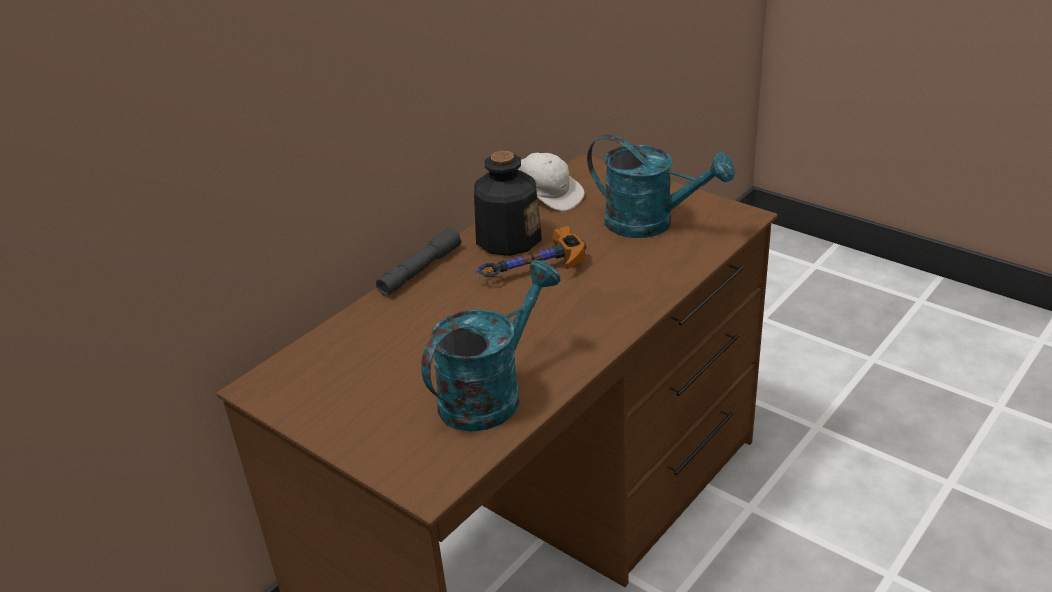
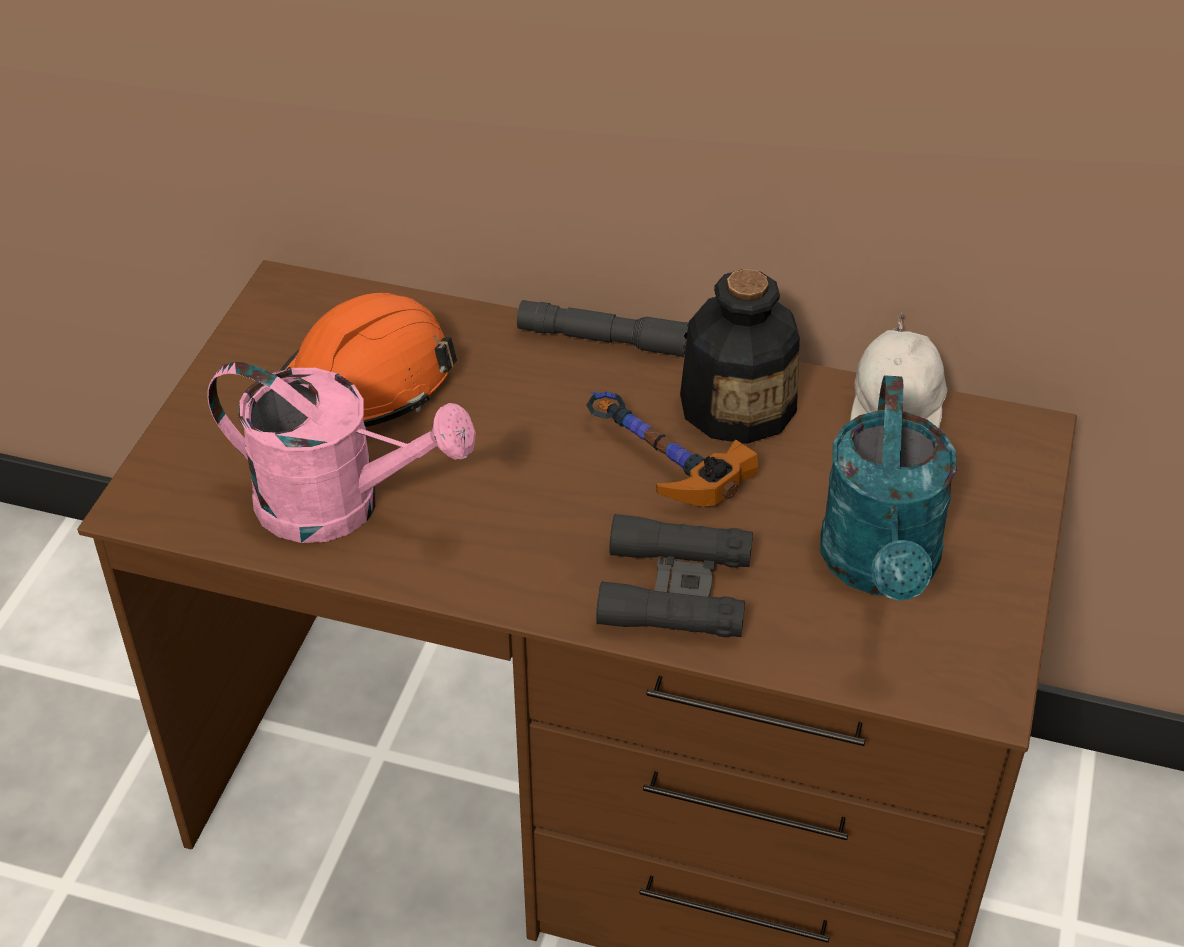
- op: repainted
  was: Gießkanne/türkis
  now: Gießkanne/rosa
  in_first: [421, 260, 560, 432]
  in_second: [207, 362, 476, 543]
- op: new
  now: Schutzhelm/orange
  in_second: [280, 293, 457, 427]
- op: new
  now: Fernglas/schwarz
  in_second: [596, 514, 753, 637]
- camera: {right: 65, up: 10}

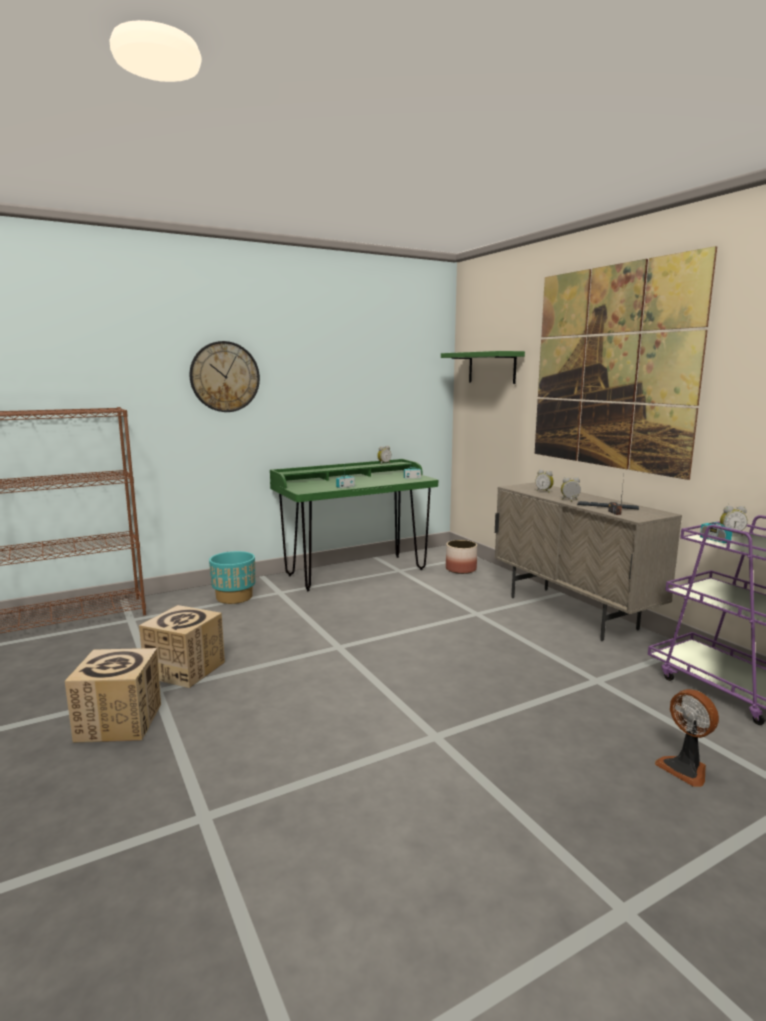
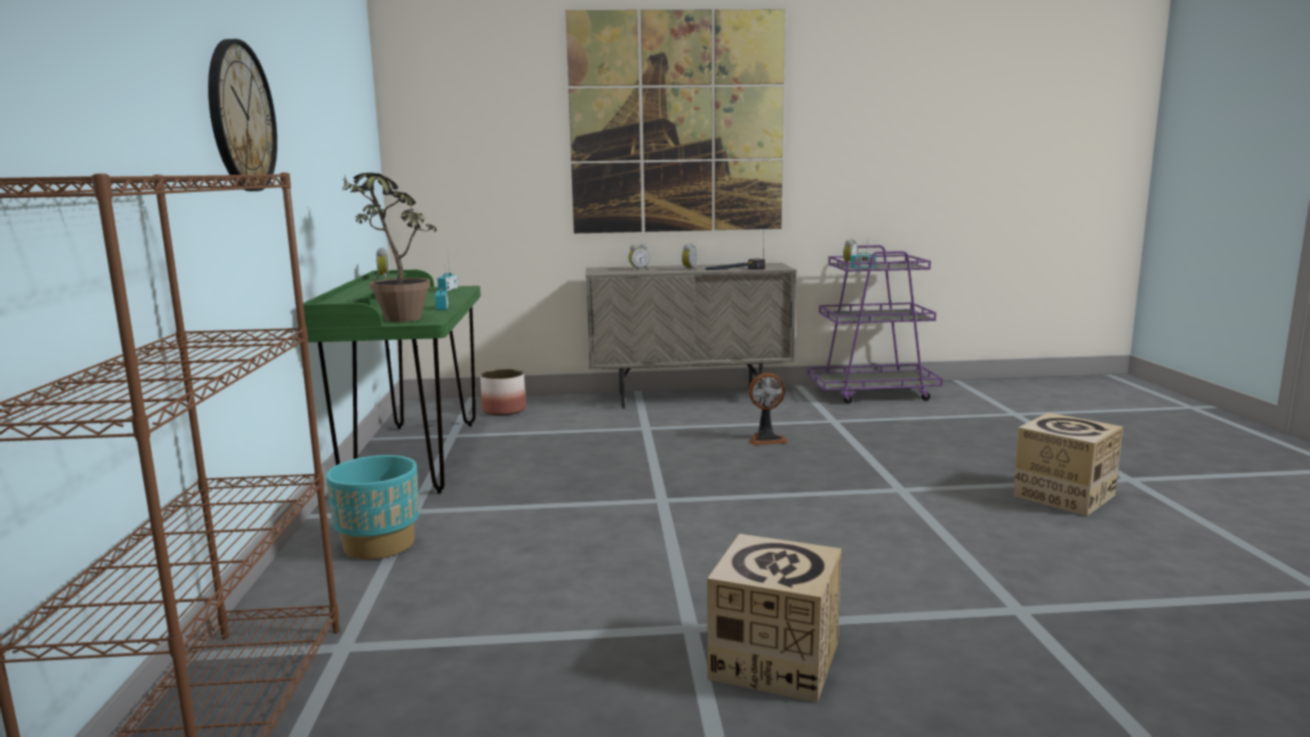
- op: shifted
  was: Karton
  in_first: [139, 605, 225, 688]
  in_second: [1014, 413, 1123, 516]
- op: gone
  was: Wandregal/grün
  in_first: [441, 351, 525, 384]
- op: shifted
  was: Ventilator
  in_first: [655, 689, 719, 787]
  in_second: [749, 373, 788, 445]
- op: new
  now: Topfpflanze
  in_second: [341, 173, 437, 322]
- camera: {right: -65, up: 0}

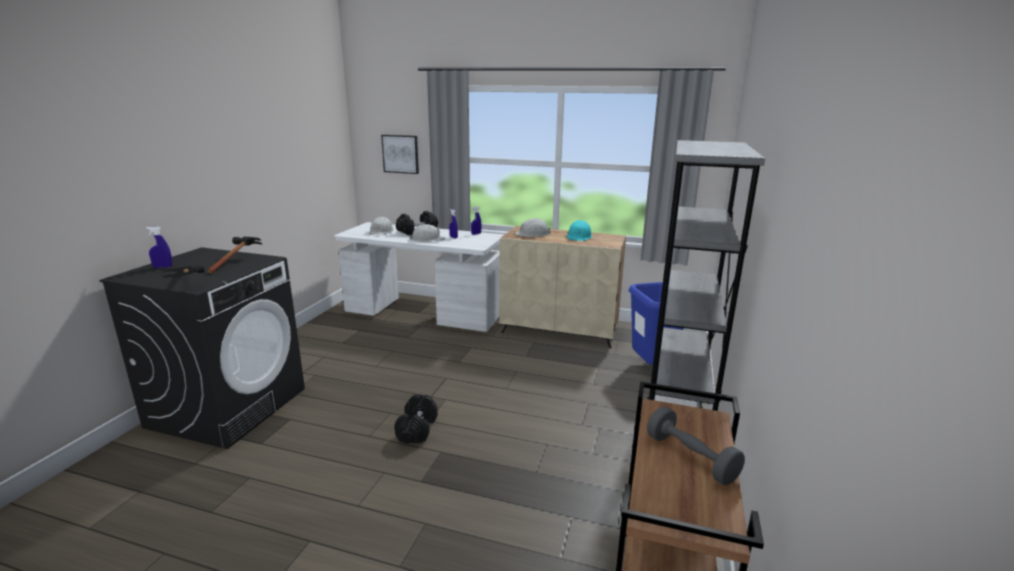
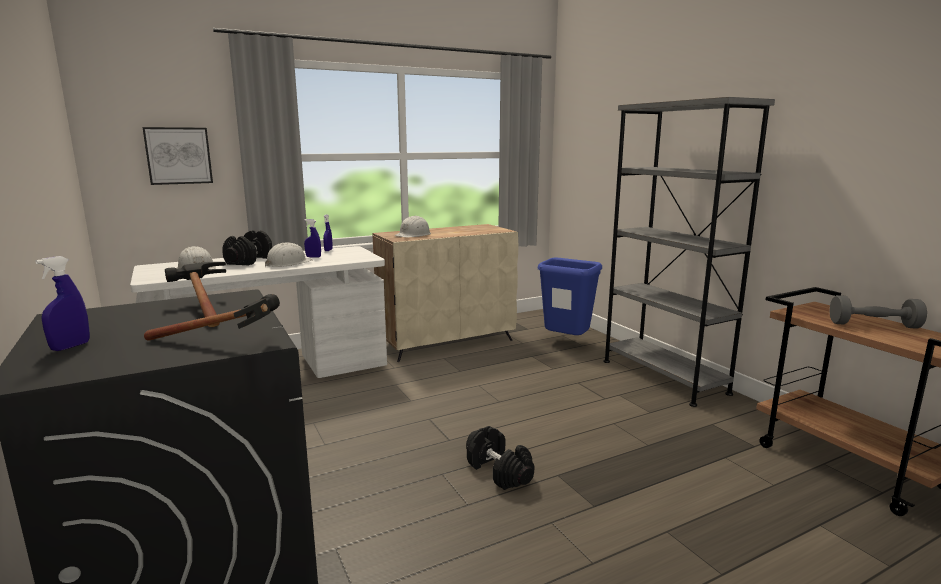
- op: gone
  was: Schutzhelm/türkis
  in_first: [567, 220, 592, 241]
- camera: {right: -45, up: -5}

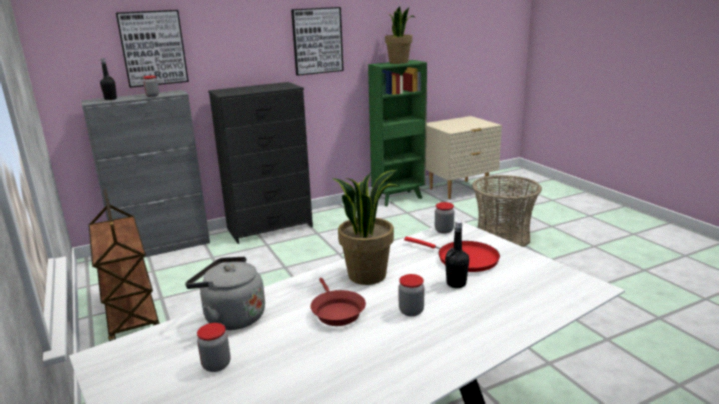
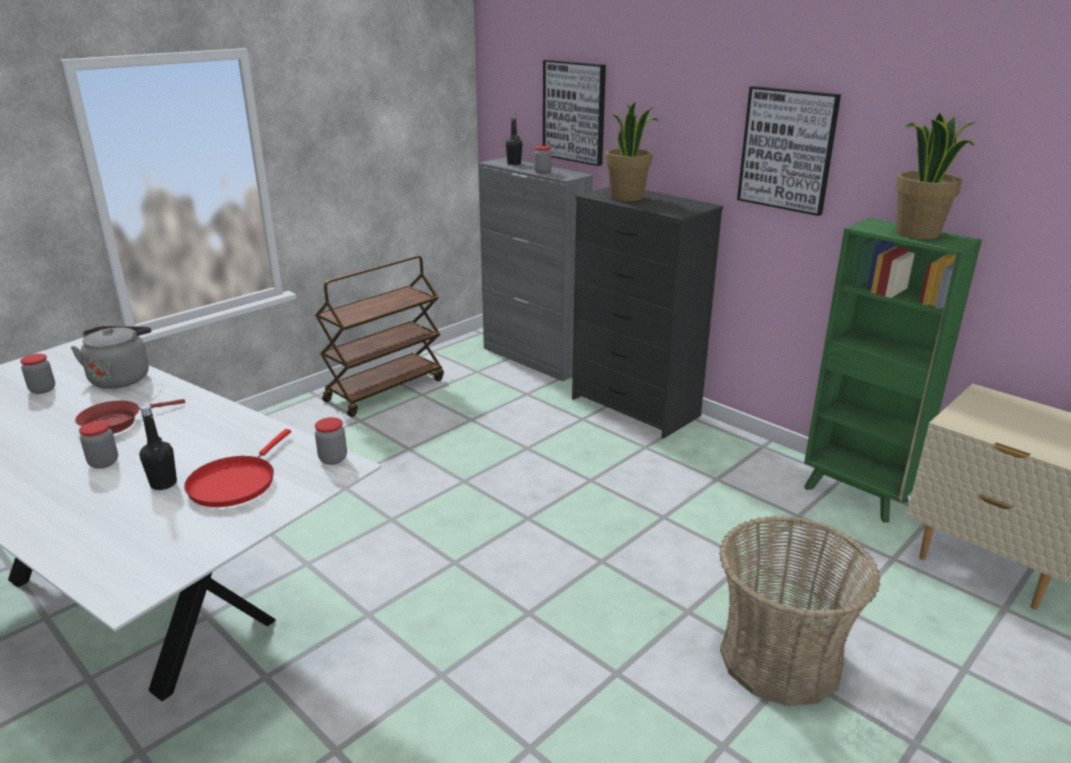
- op: shifted
  was: Topfpflanze
  in_first: [332, 170, 399, 285]
  in_second: [605, 102, 659, 202]
- camera: {right: 70, up: 5}

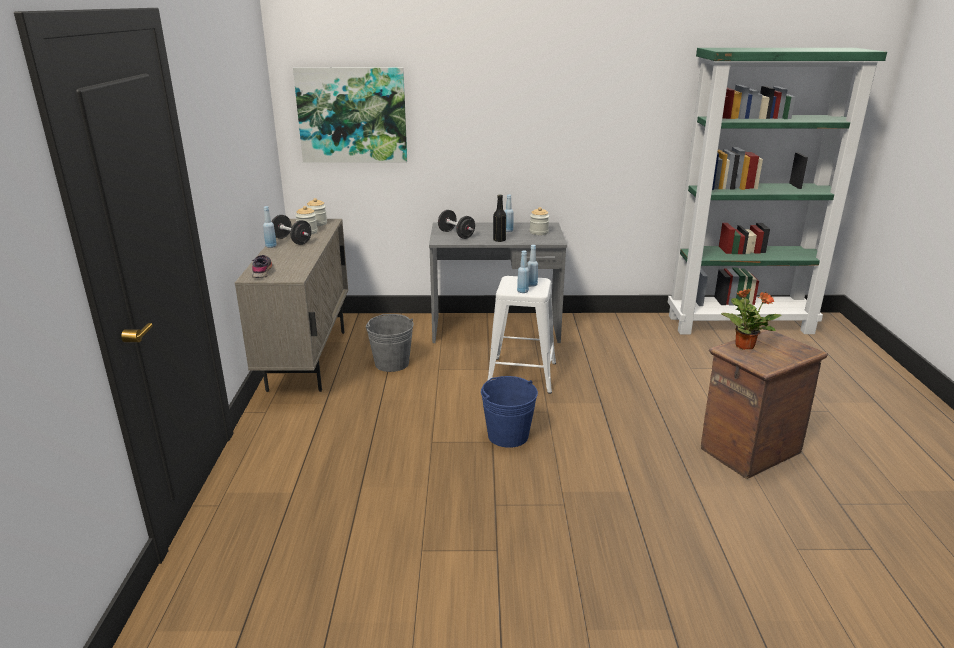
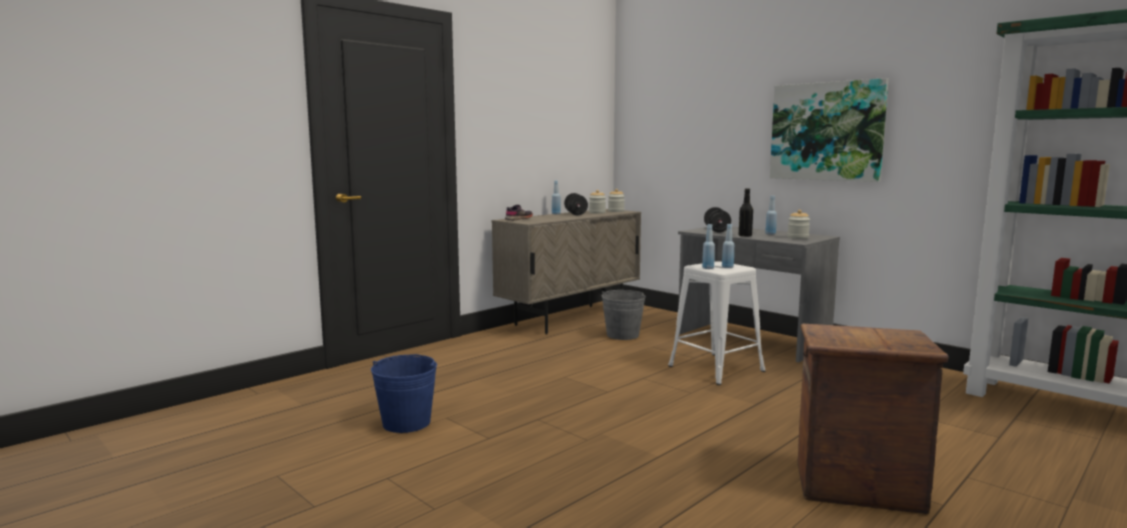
- op: shifted
  was: Bild
  in_first: [293, 67, 407, 163]
  in_second: [770, 78, 889, 182]
- op: shifted
  was: Eimer/blau
  in_first: [481, 376, 538, 448]
  in_second: [371, 354, 437, 433]
- op: gone
  was: Topfpflanze
  in_first: [721, 288, 781, 350]
- camera: {right: 45, up: -15}

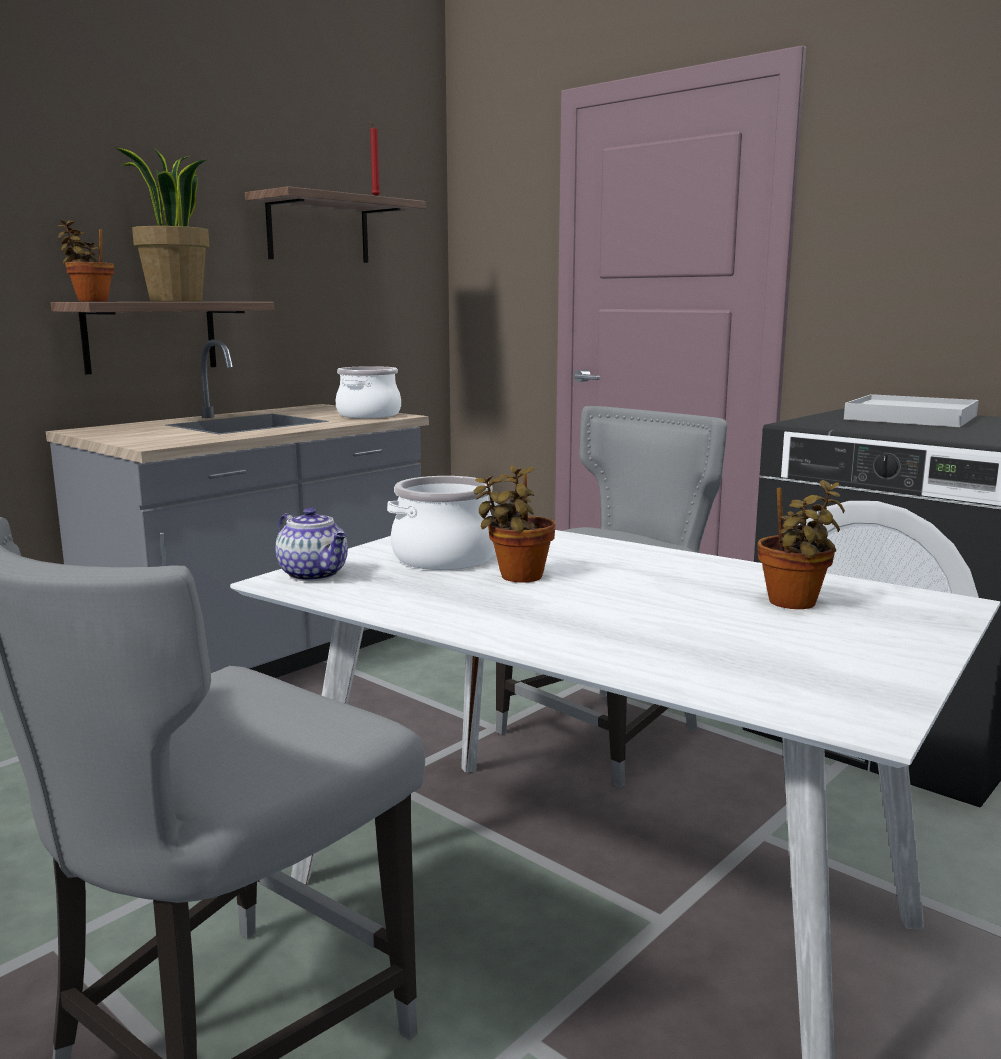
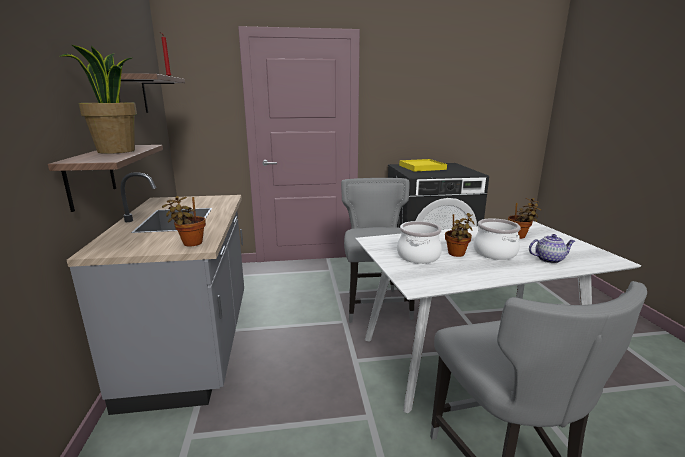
- op: shifted
  was: Topfpflanze
  in_first: [56, 220, 114, 301]
  in_second: [162, 196, 206, 247]
- op: shifted
  was: Teekanne
  in_first: [276, 507, 348, 581]
  in_second: [529, 234, 575, 263]
- op: shifted
  was: Kochtopf
  in_first: [335, 366, 401, 418]
  in_second: [473, 218, 521, 260]
- op: repainted
  was: Tablett/weiß
  now: Tablett/gelb
  in_first: [844, 394, 979, 427]
  in_second: [399, 159, 447, 172]
- camera: {right: -50, up: 5}

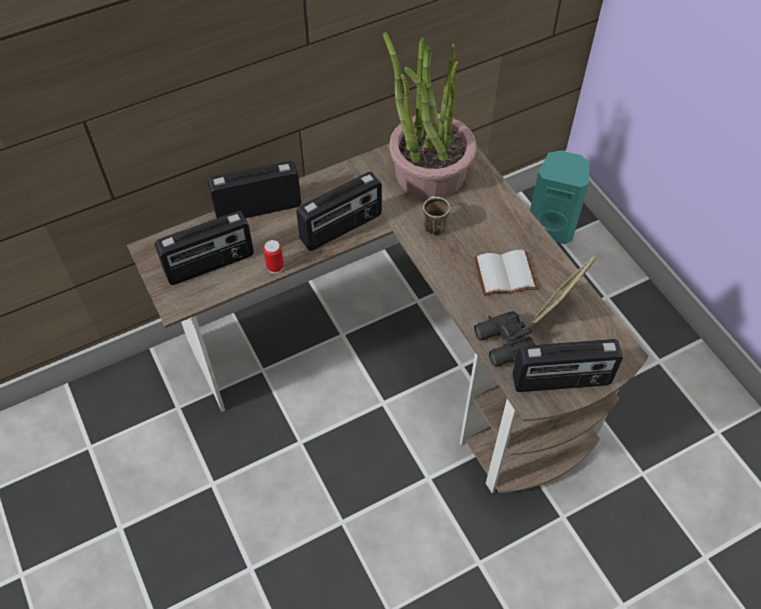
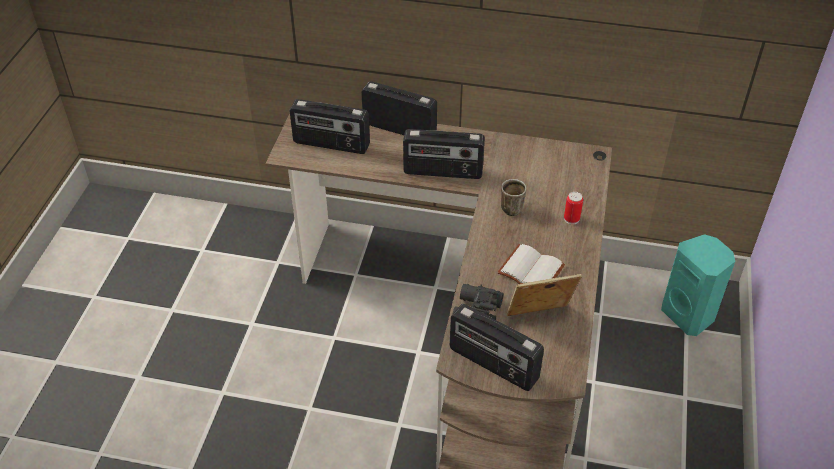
- op: shifted
  was: Dose
  in_first: [263, 240, 284, 274]
  in_second: [564, 192, 583, 225]
- op: gone
  was: Topfpflanze
  in_first: [383, 32, 476, 199]
- camera: {right: 40, up: -10}

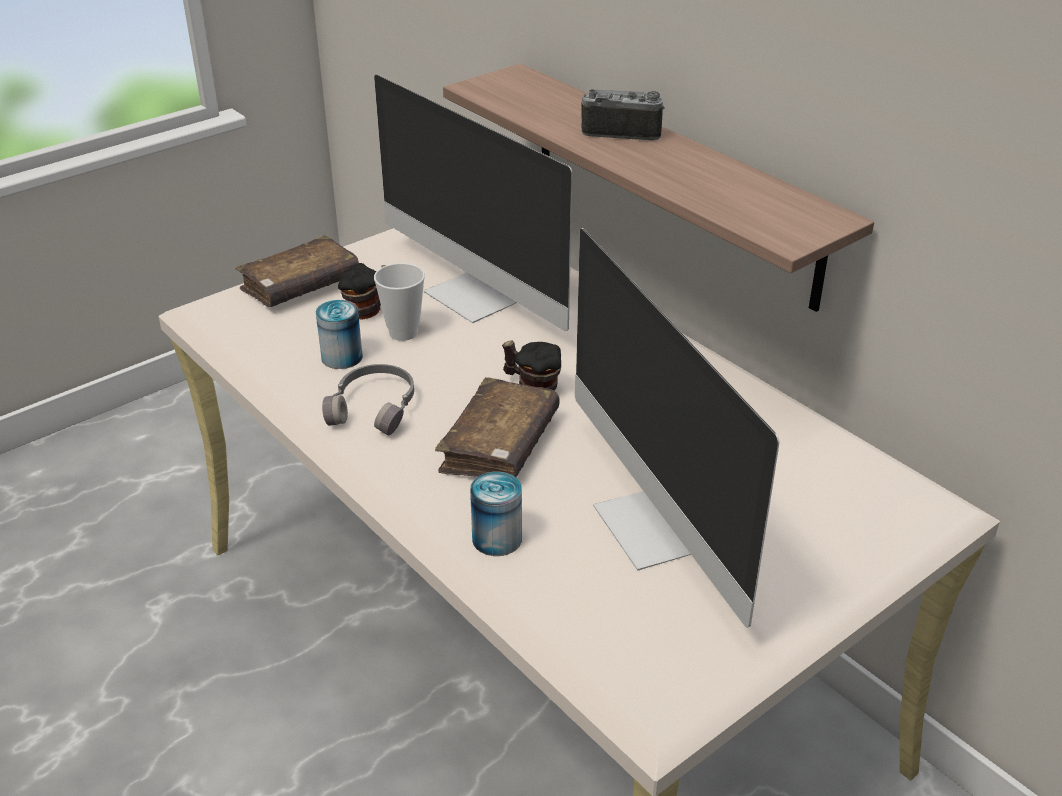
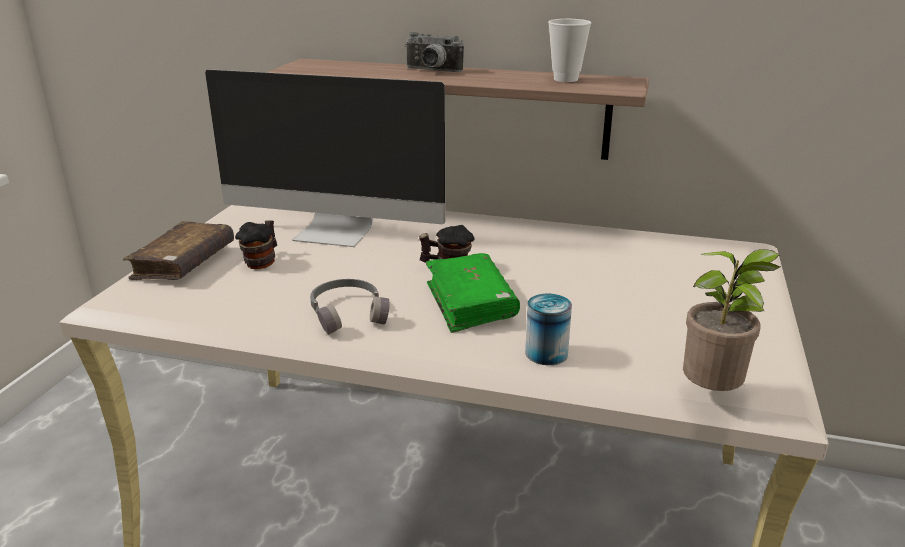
- op: gone
  was: Dose
  in_first: [316, 300, 363, 369]
- op: shifted
  was: Tasse
  in_first: [374, 263, 425, 341]
  in_second: [548, 19, 591, 82]
- op: repainted
  was: Buch/braun
  now: Buch/grün
  in_first: [435, 377, 560, 477]
  in_second: [426, 253, 520, 333]
- op: gone
  was: Monitor
  in_first: [575, 228, 779, 628]
- op: rotated
  was: Kamera
  in_first: [582, 89, 664, 140]
  in_second: [405, 32, 464, 72]
  clockwise: -135
- op: new
  now: Topfpflanze
  in_second: [683, 249, 780, 391]
- camera: {right: -35, up: -10}

